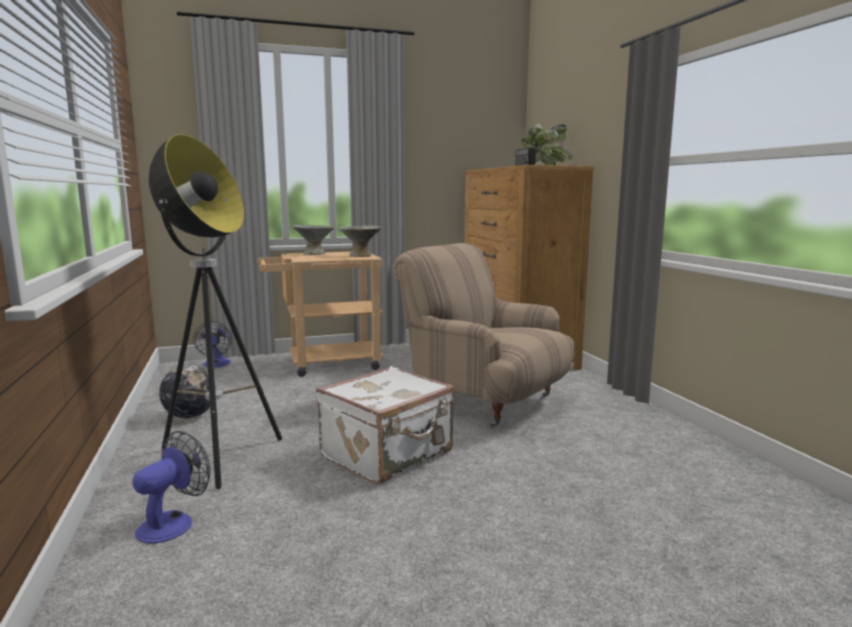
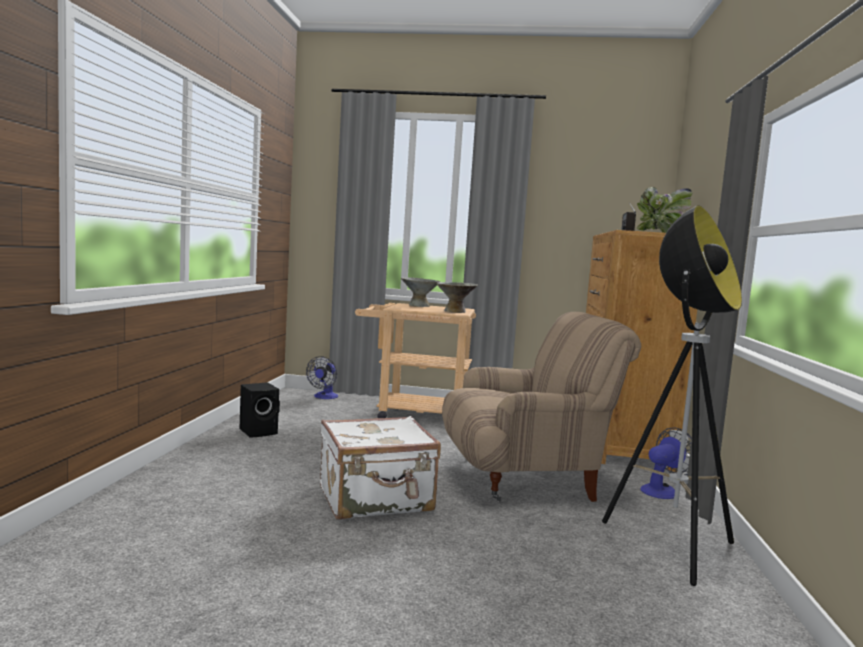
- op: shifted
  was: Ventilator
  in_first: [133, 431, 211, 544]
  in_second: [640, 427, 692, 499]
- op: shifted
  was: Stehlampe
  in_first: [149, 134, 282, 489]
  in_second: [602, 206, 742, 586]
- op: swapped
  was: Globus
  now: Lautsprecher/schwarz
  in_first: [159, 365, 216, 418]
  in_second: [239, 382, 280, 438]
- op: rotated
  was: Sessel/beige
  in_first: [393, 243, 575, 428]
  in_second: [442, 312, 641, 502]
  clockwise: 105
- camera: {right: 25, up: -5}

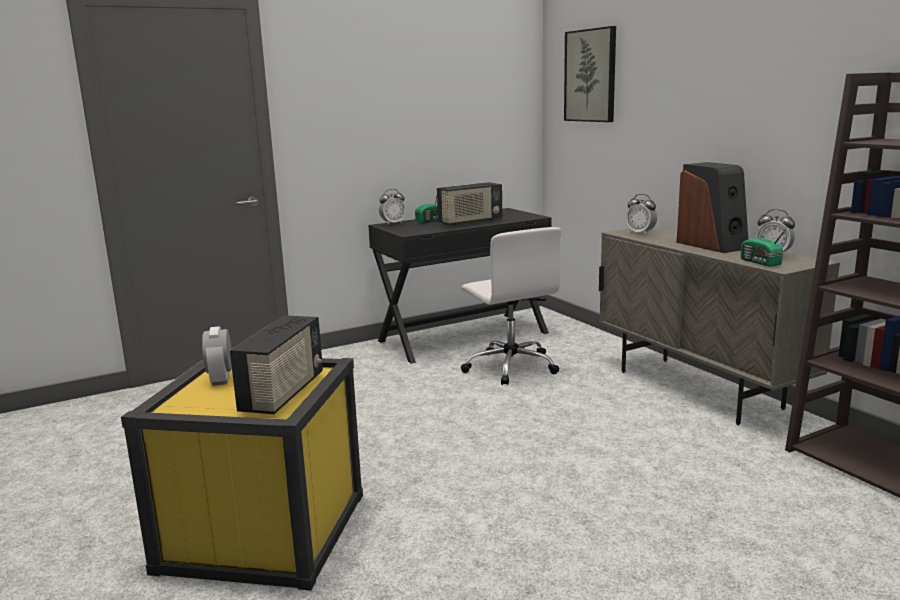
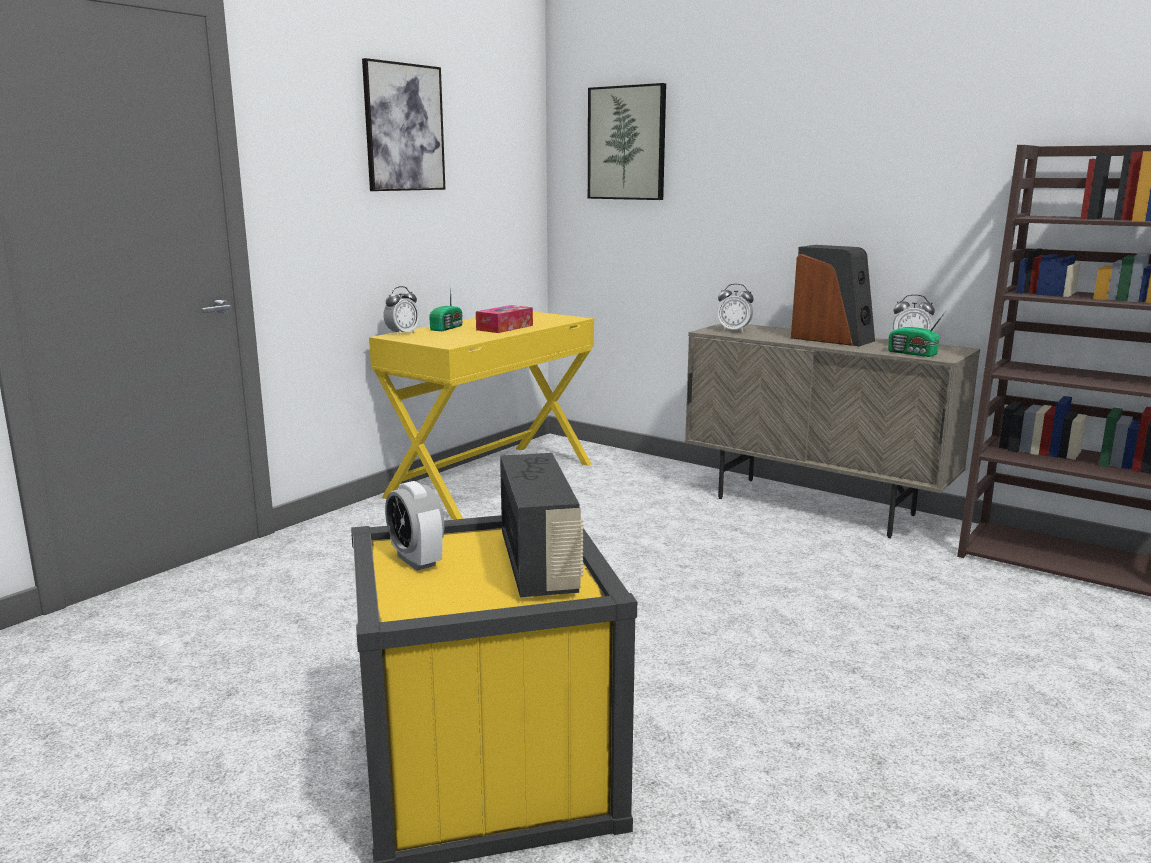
- op: repainted
  was: Schreibtisch/schwarz
  now: Schreibtisch/gelb
  in_first: [368, 208, 552, 364]
  in_second: [369, 312, 594, 520]
- op: swapped
  was: Radio
  now: Taschentuchbox
  in_first: [437, 182, 502, 226]
  in_second: [476, 305, 533, 333]
- op: gone
  was: Bürostuhl/weiß
  in_first: [461, 227, 561, 385]
- op: new
  now: Bild
  in_second: [362, 58, 445, 191]
- camera: {right: -25, up: 0}

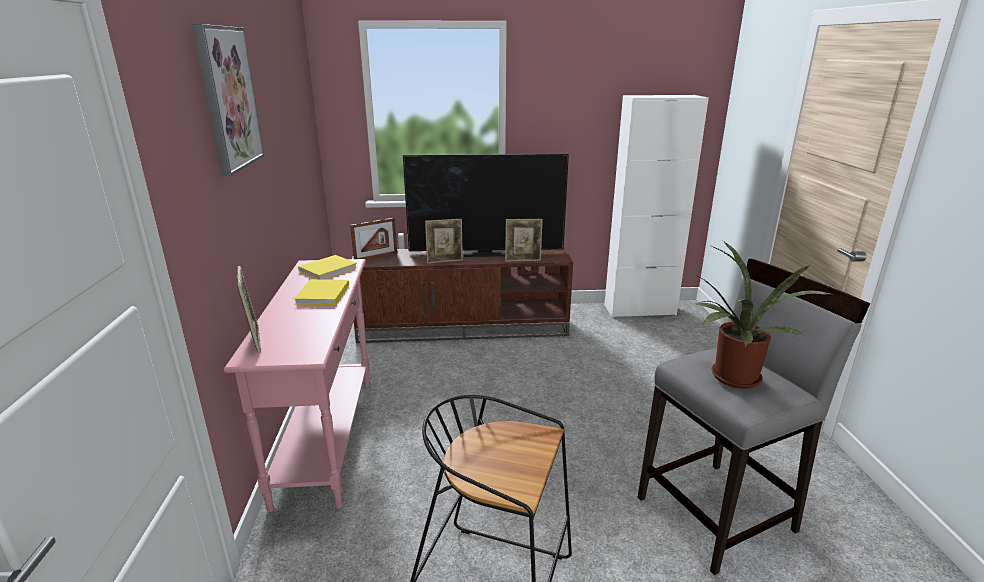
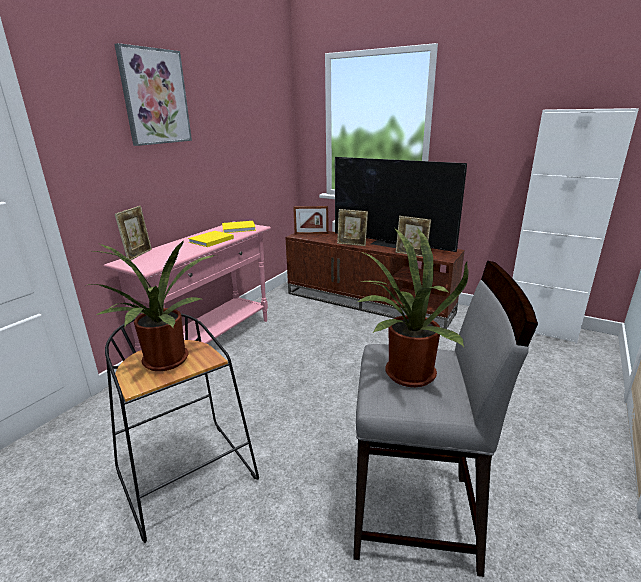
- op: new
  now: Topfpflanze
  in_second: [85, 241, 215, 371]
- camera: {right: 35, up: 0}

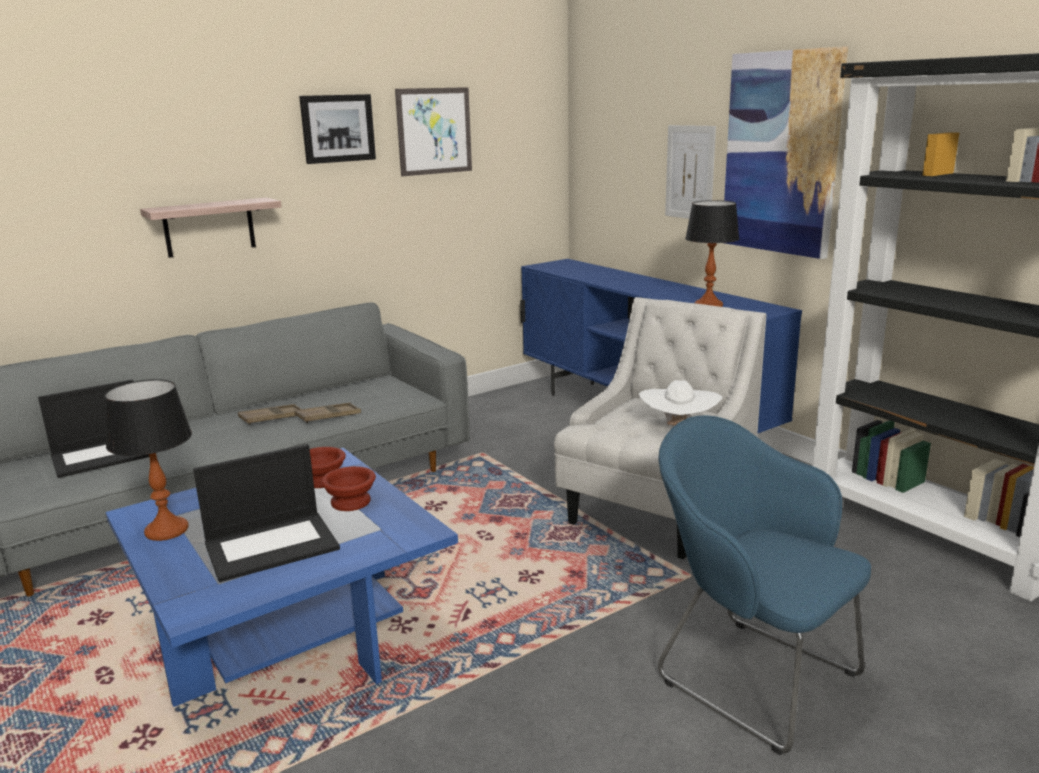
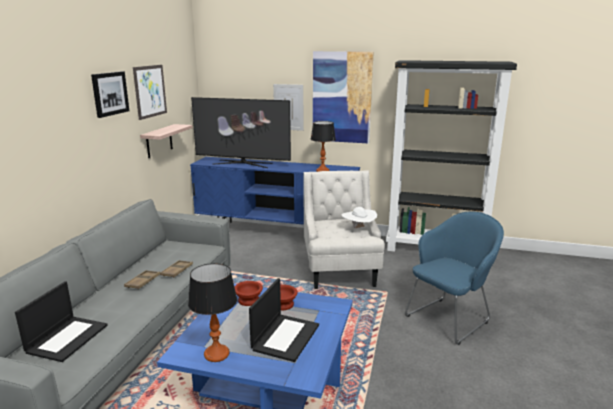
- op: shifted
  was: Wandregal
  in_first: [140, 197, 282, 258]
  in_second: [140, 124, 193, 159]
- op: rotated
  was: Sessel/blau
  in_first: [658, 415, 871, 755]
  in_second: [405, 211, 504, 345]
  clockwise: 135
- op: new
  now: Fernseher
  in_second: [191, 97, 291, 168]
- camera: {right: -40, up: 0}

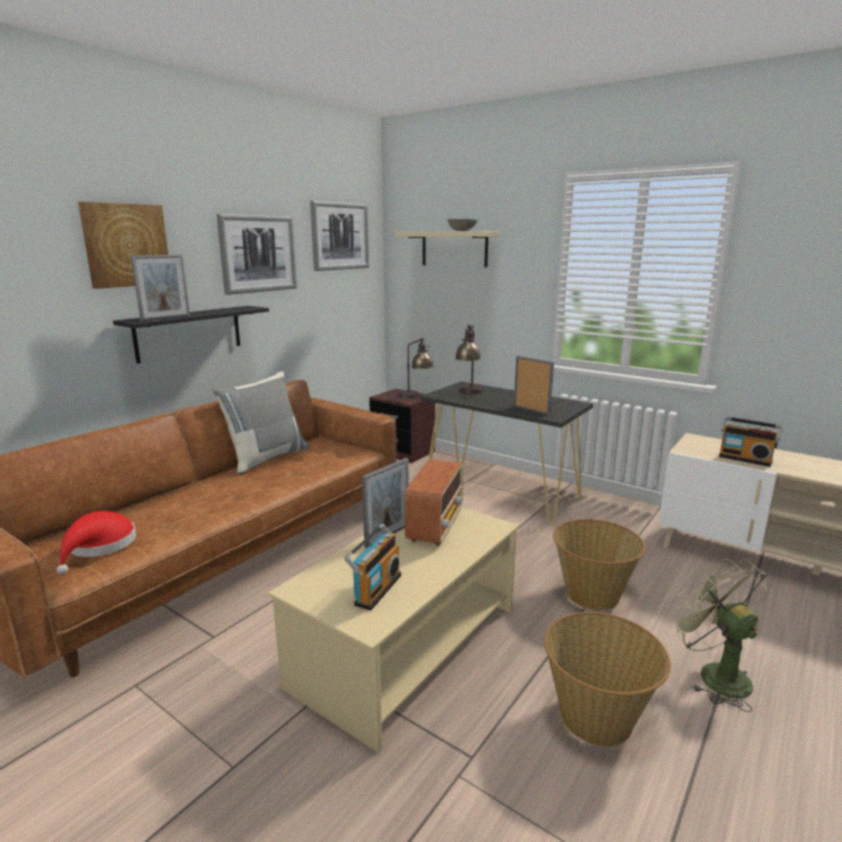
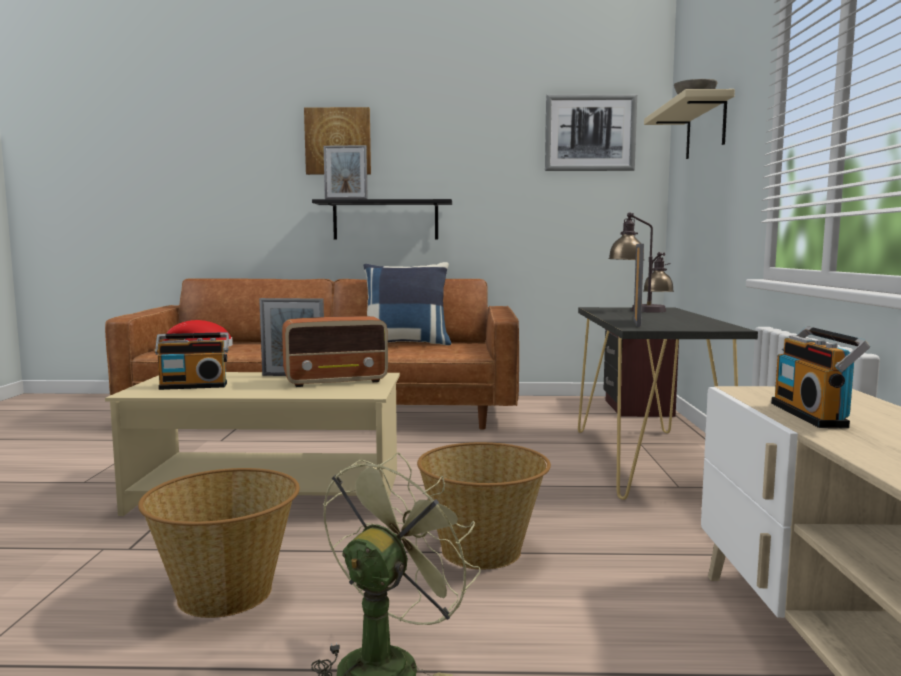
- op: repainted
  was: Kissen/grau
  now: Kissen/blau
  in_first: [213, 371, 309, 475]
  in_second: [363, 262, 452, 345]
- op: gone
  was: Bild
  in_first: [217, 214, 297, 295]
- camera: {right: 55, up: -10}

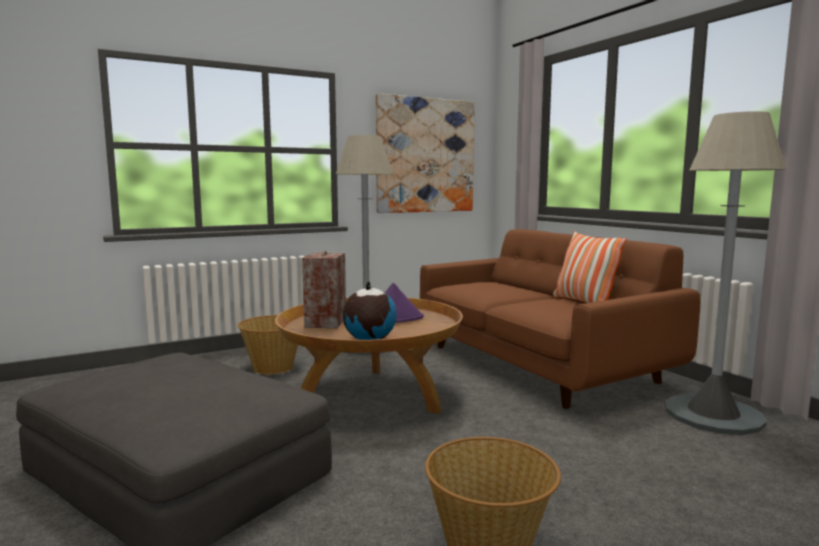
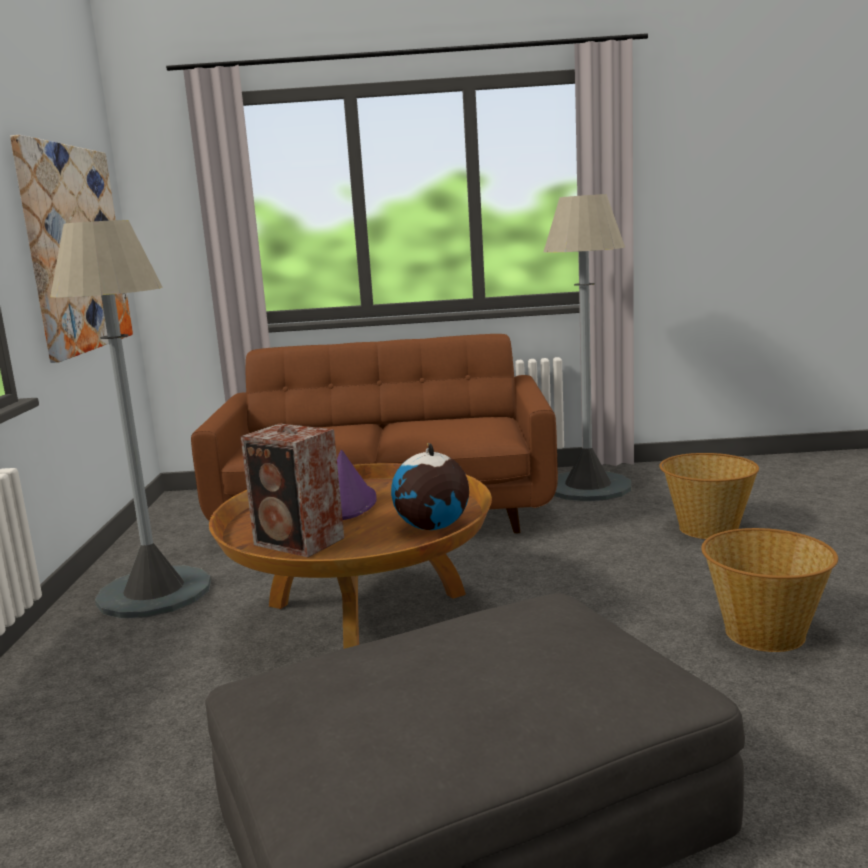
- op: shifted
  was: Korb
  in_first: [237, 315, 298, 374]
  in_second: [659, 453, 759, 539]
- op: gone
  was: Kissen
  in_first: [553, 231, 627, 303]
- camera: {right: -60, up: 5}

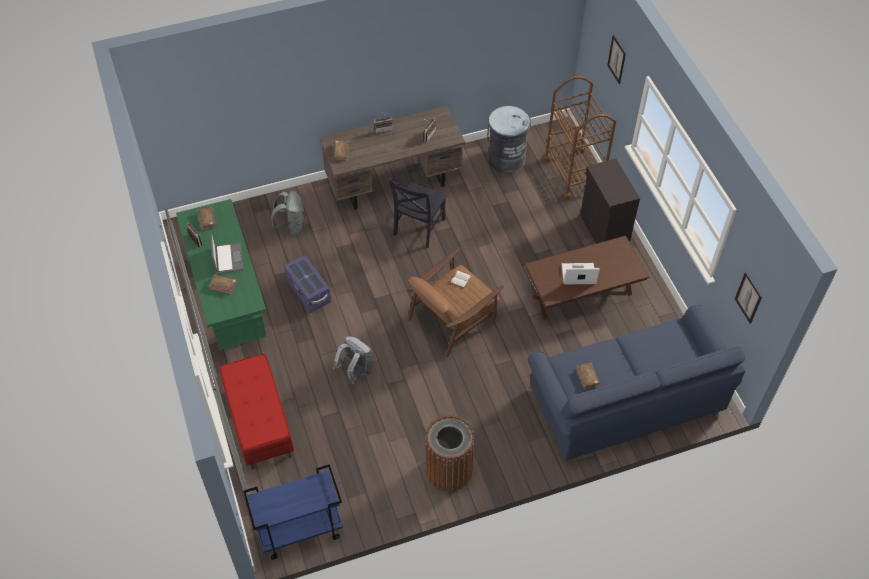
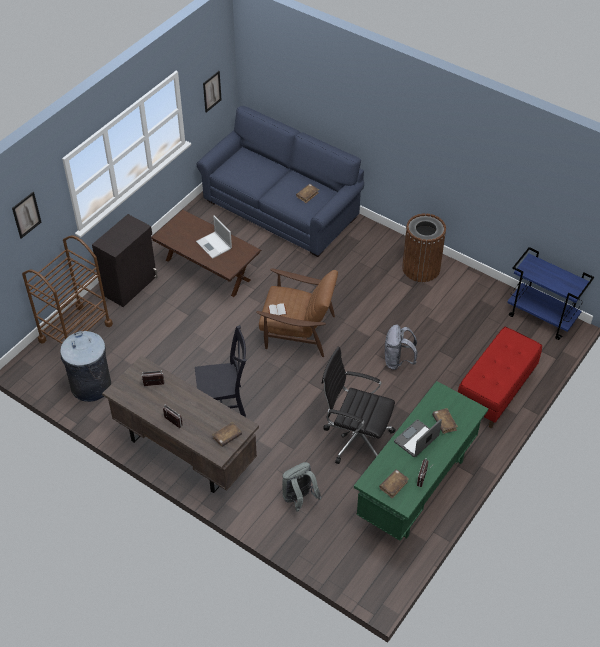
- op: swapped
  was: Aufbewahrungsbox/lila
  now: Bürostuhl/schwarz
  in_first: [284, 255, 331, 313]
  in_second: [322, 347, 396, 464]
- camera: {right: -125, up: -5}

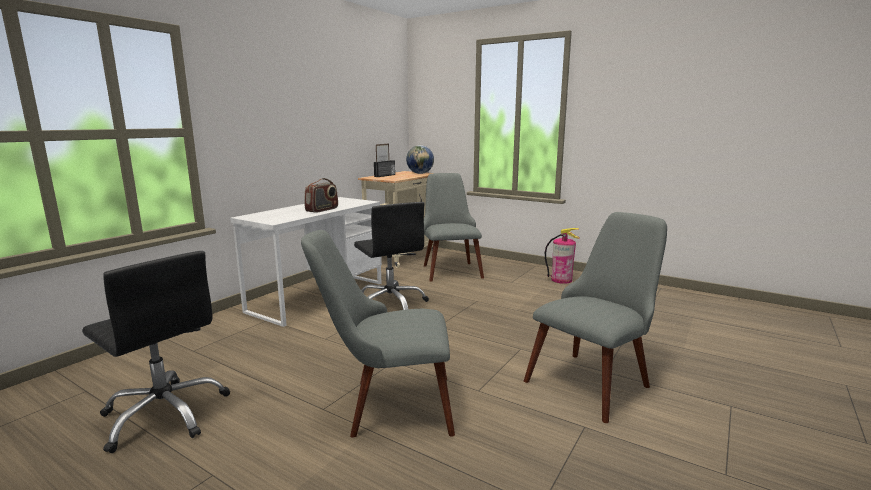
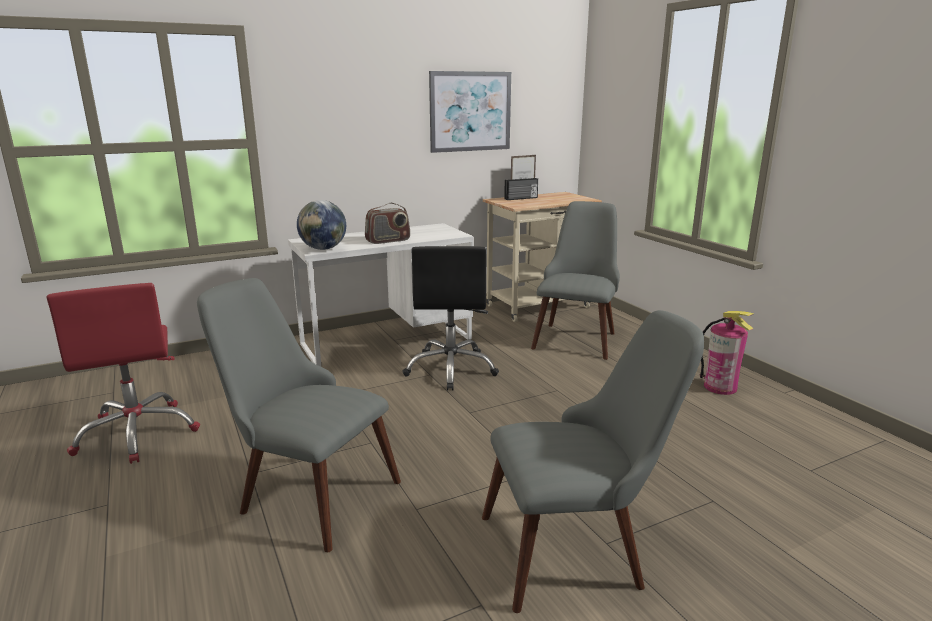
- op: repainted
  was: Bürostuhl/schwarz
  now: Bürostuhl/rot
  in_first: [82, 251, 230, 453]
  in_second: [47, 283, 200, 464]
- op: shifted
  was: Globus
  in_first: [406, 145, 434, 174]
  in_second: [297, 200, 346, 250]
- op: new
  now: Bild
  in_second: [429, 71, 511, 153]
- camera: {right: 30, up: 5}

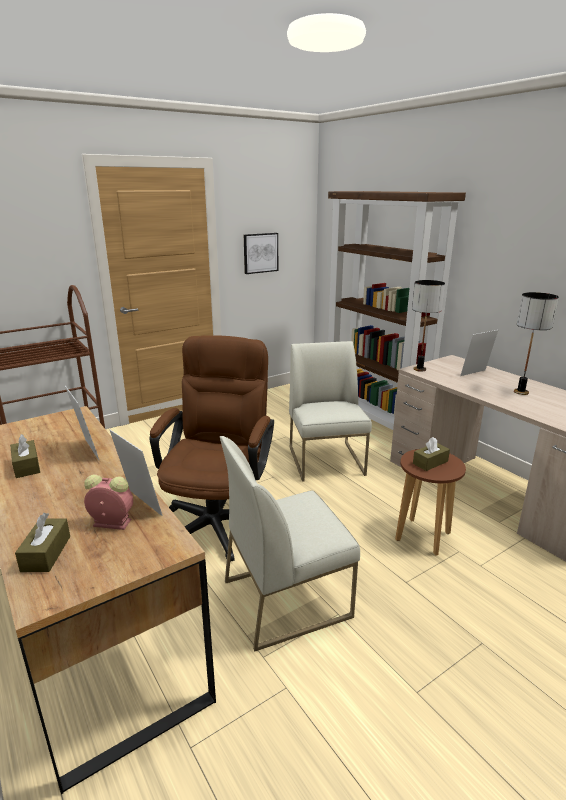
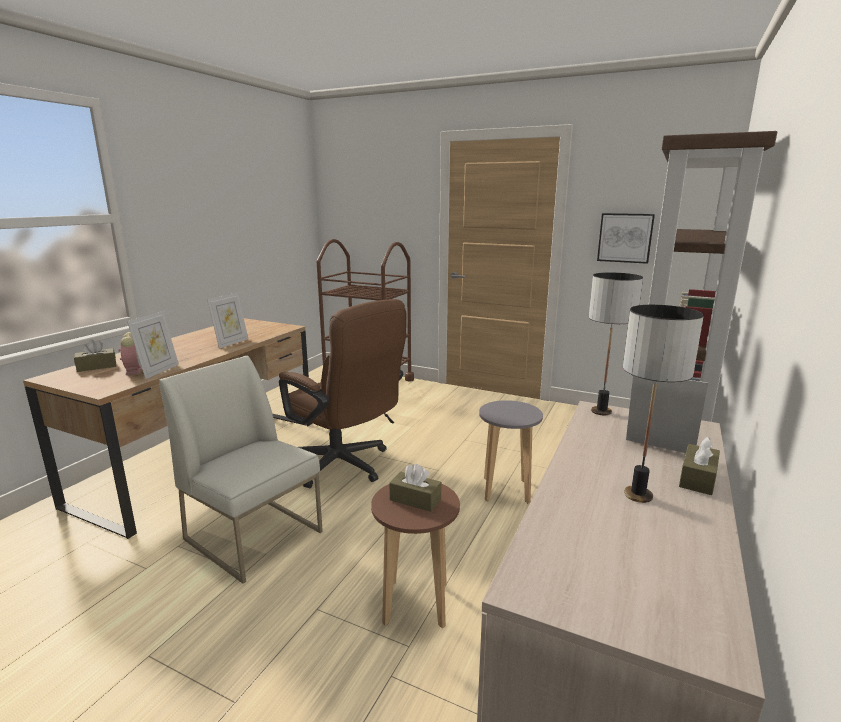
- op: shifted
  was: Taschentuchbox/braun
  in_first: [10, 435, 40, 478]
  in_second: [679, 437, 720, 495]
- op: rotated
  was: Bürostuhl/braun
  in_first: [150, 335, 274, 562]
  in_second: [279, 299, 407, 488]
  clockwise: 60
- op: swapped
  was: Stuhl/weiß
  now: Hocker/grau
  in_first: [289, 341, 372, 481]
  in_second: [479, 400, 543, 503]
- camera: {right: 60, up: -5}

